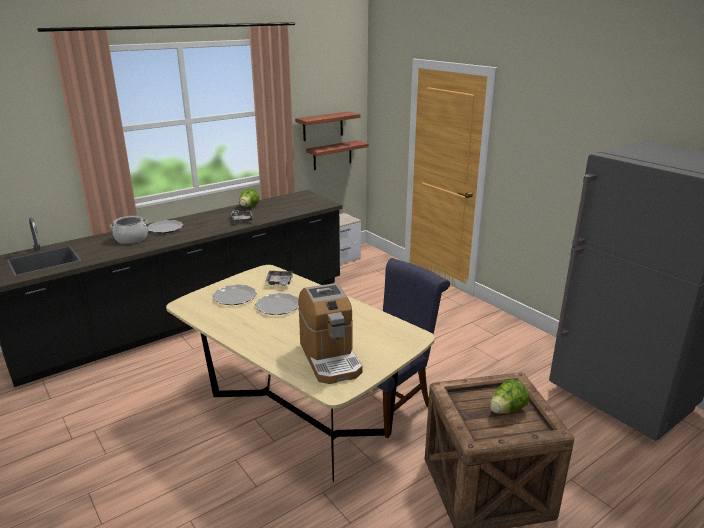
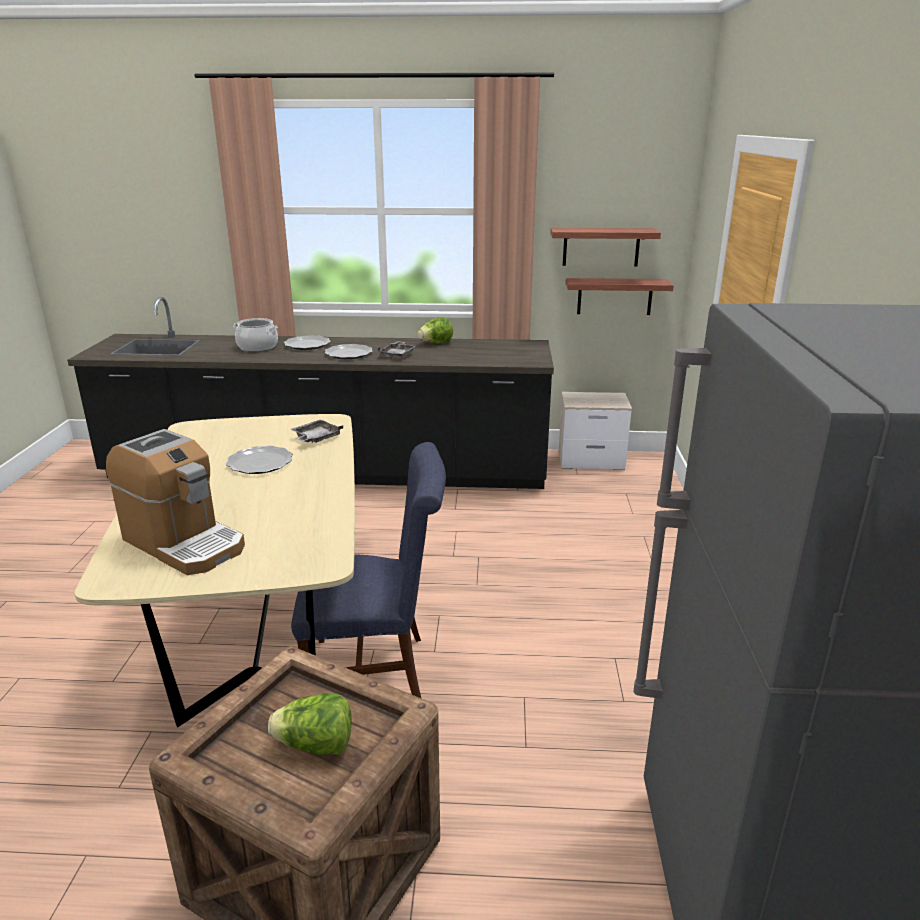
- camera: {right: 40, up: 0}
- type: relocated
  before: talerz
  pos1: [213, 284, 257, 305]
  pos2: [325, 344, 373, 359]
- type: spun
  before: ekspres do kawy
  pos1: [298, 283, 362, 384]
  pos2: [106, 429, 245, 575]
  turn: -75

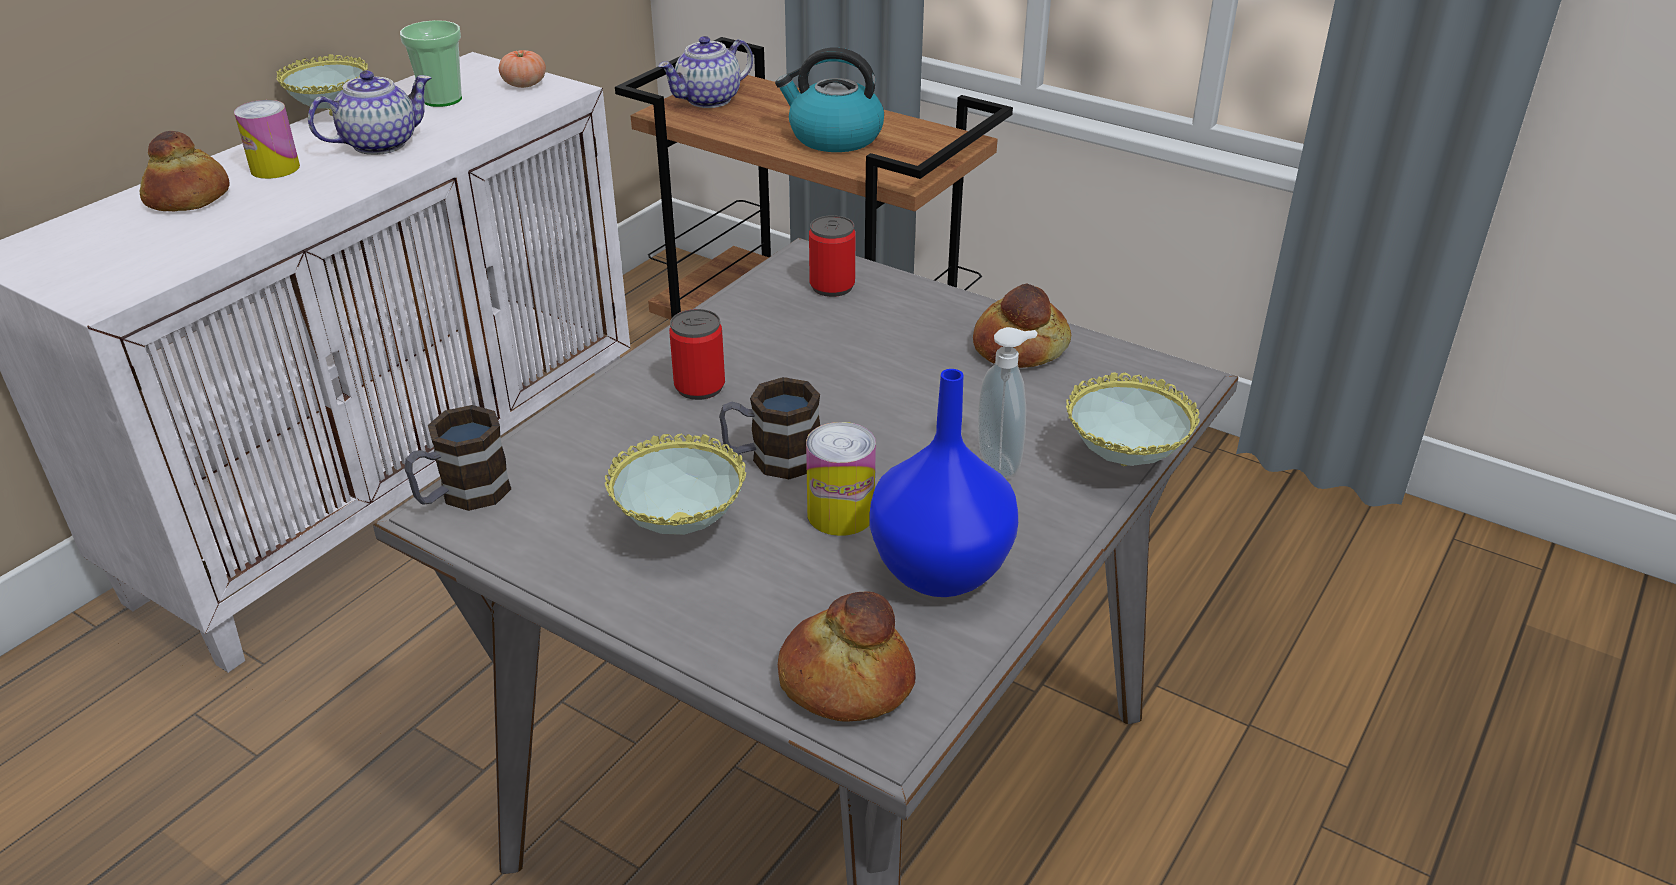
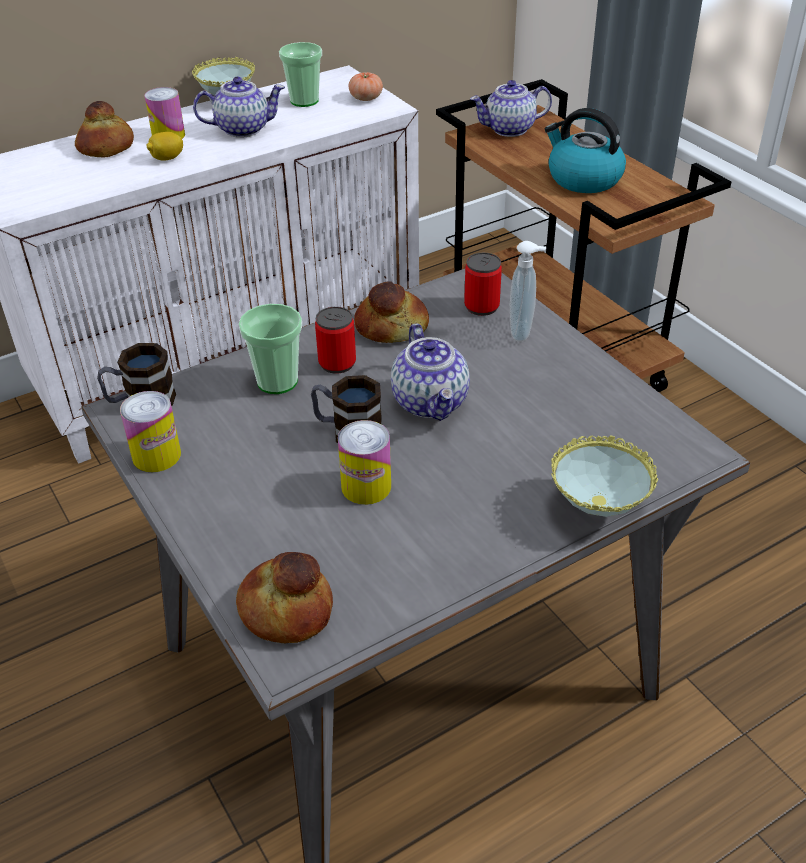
- camera: {right: 25, up: 5}
- type: missing
  before: miska
  pos1: [605, 434, 746, 535]
- type: missing
  before: wazon/niebieski
  pos1: [869, 369, 1018, 597]
- type: appeared
  after: puszka
  pos2: [120, 391, 181, 472]
- type: appeared
  after: cytryna
  pos2: [146, 132, 183, 161]
- type: appeared
  after: filiżanka
  pos2: [239, 304, 302, 394]
- type: appeared
  after: imbryk
  pos2: [391, 323, 470, 421]
- type: relocated
  before: chleb
  pos1: [973, 283, 1071, 368]
  pos2: [354, 281, 429, 343]
- type: relocated
  before: dozownik mydła
  pos1: [978, 327, 1038, 478]
  pos2: [510, 241, 546, 342]

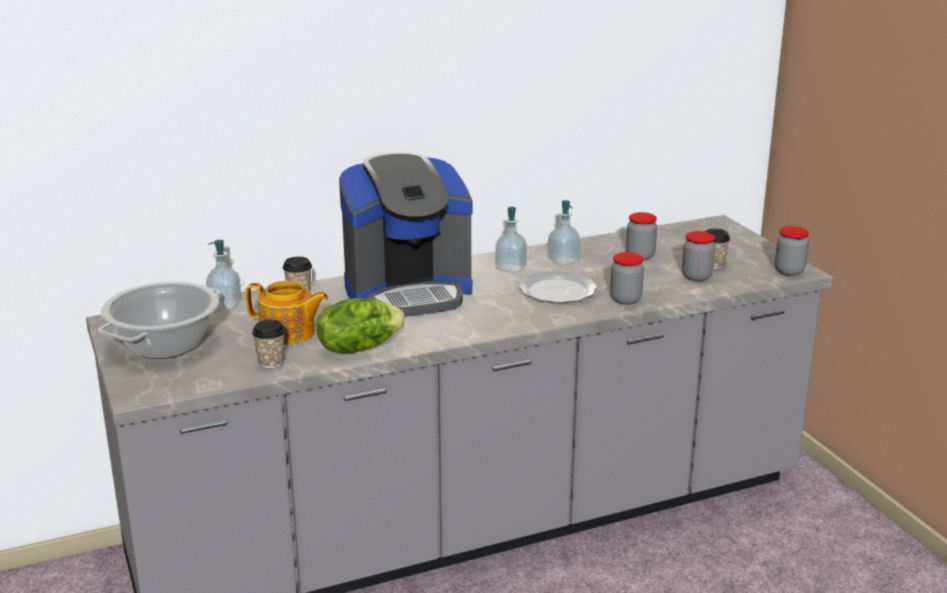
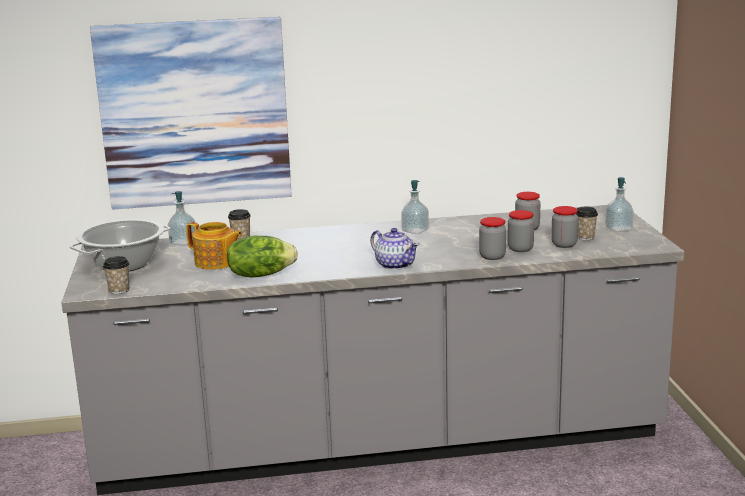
- camera: {right: 15, up: -5}
- type: missing
  before: ekspres do kawy
  pos1: [339, 152, 472, 317]
- type: missing
  before: talerz
  pos1: [519, 271, 597, 303]
- type: appeared
  after: obraz
  pos2: [90, 17, 292, 210]
- type: appeared
  after: imbryk
  pos2: [370, 228, 419, 270]
- type: relocated
  before: filiżanka
  pos1: [252, 320, 286, 368]
  pos2: [103, 256, 129, 294]
- type: relocated
  before: dozownik mydła
  pos1: [548, 200, 581, 266]
  pos2: [605, 177, 634, 232]
- type: relocated
  before: słoik
  pos1: [775, 226, 809, 276]
  pos2: [507, 210, 534, 252]

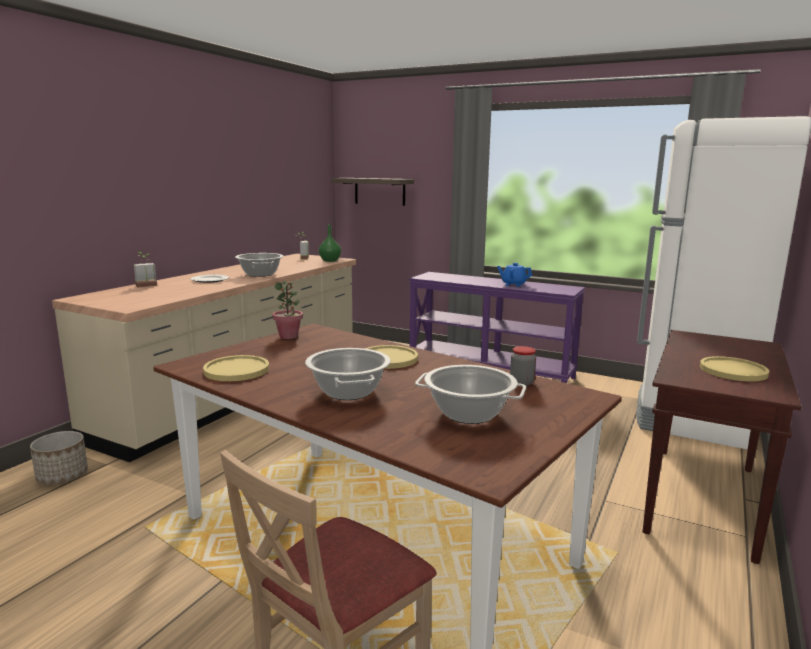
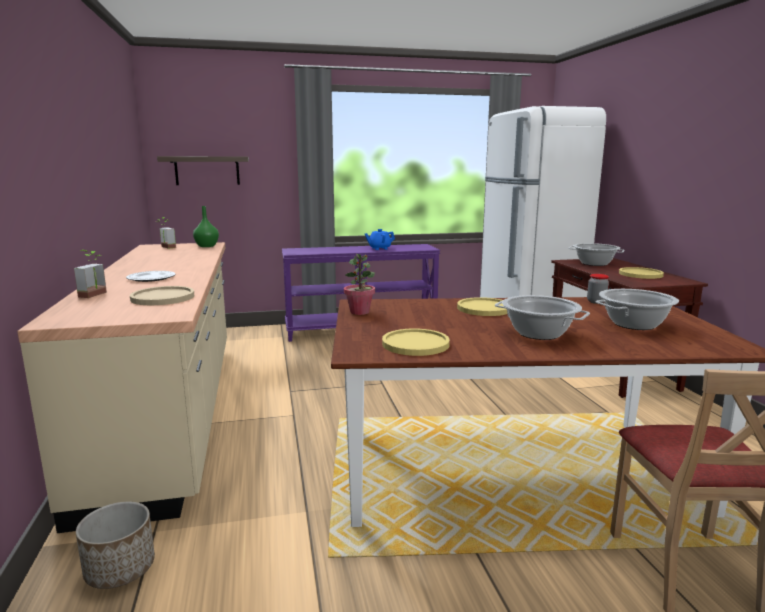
- camera: {right: -40, up: 0}
- type: appeared
  after: talerz/beżowy
  pos2: [130, 286, 194, 305]
- type: relocated
  before: garnek
  pos1: [235, 253, 283, 277]
  pos2: [568, 243, 624, 266]

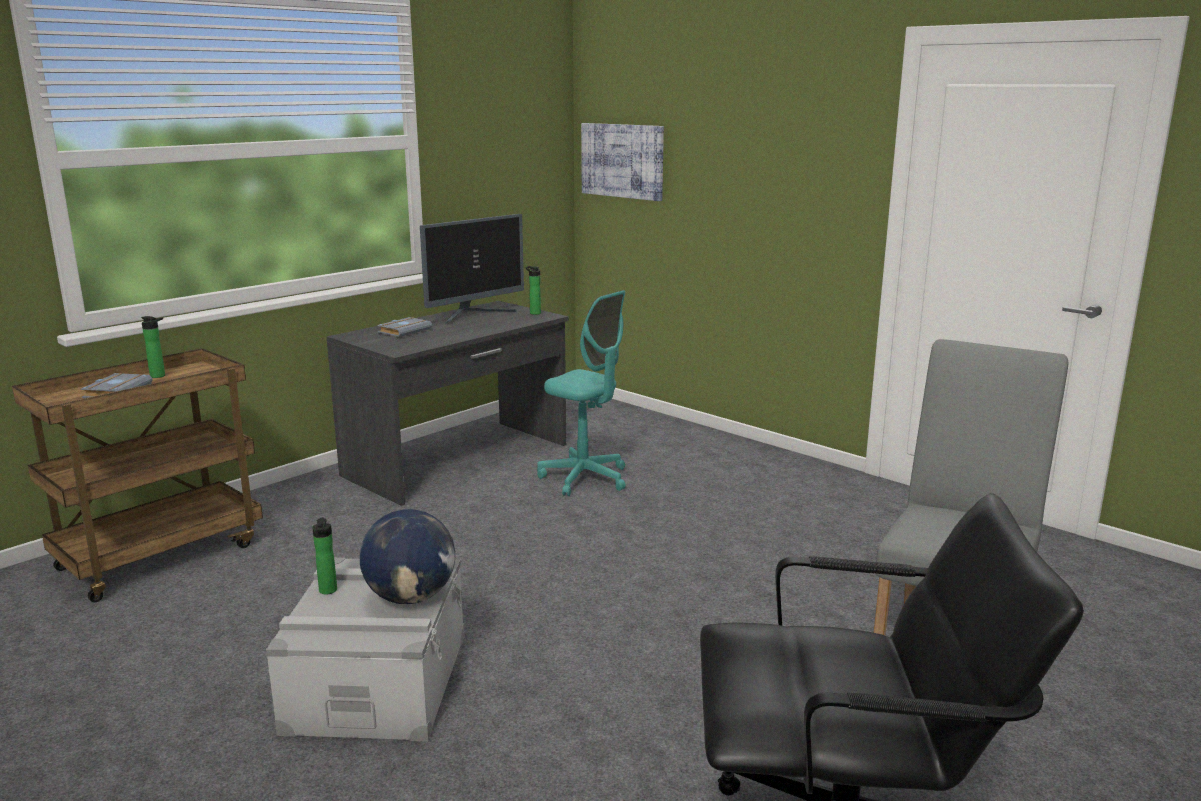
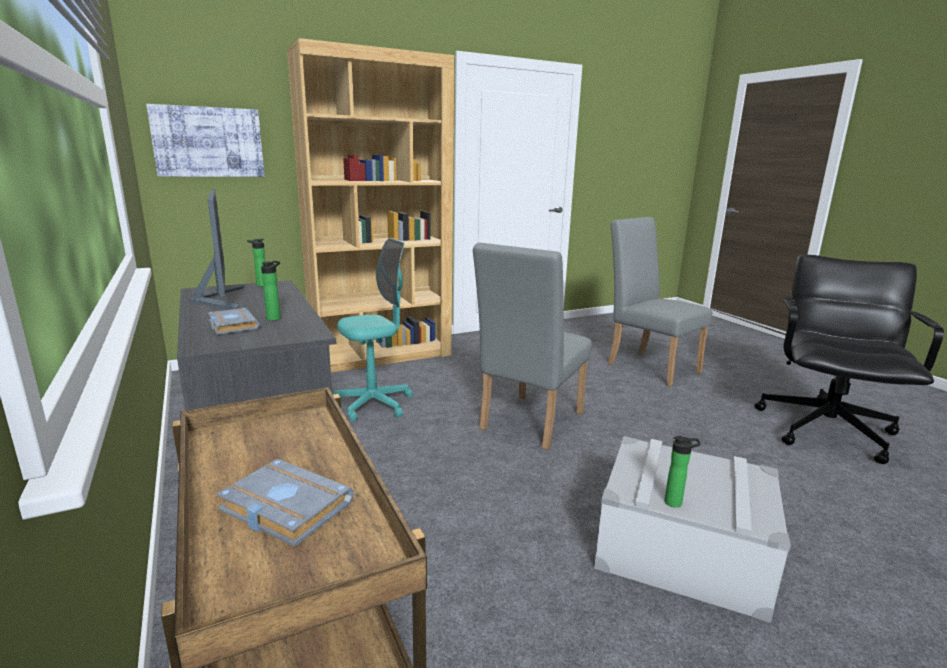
- camera: {right: -70, up: 0}
- type: missing
  before: globus
  pos1: [360, 509, 455, 604]
- type: appeared
  after: regał/brązowy
  pos2: [287, 38, 454, 372]
- type: appeared
  after: krzesło/szary
  pos2: [473, 242, 592, 450]
- type: relocated
  before: butelka
  pos1: [141, 316, 165, 378]
  pos2: [261, 261, 281, 321]

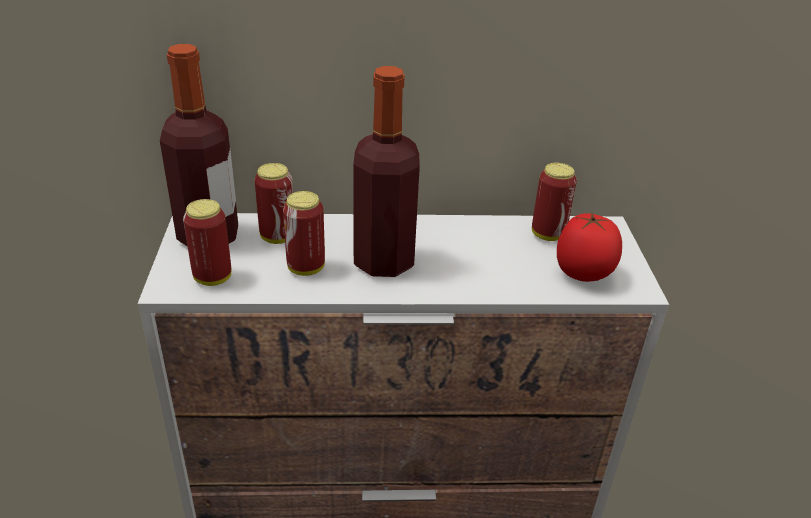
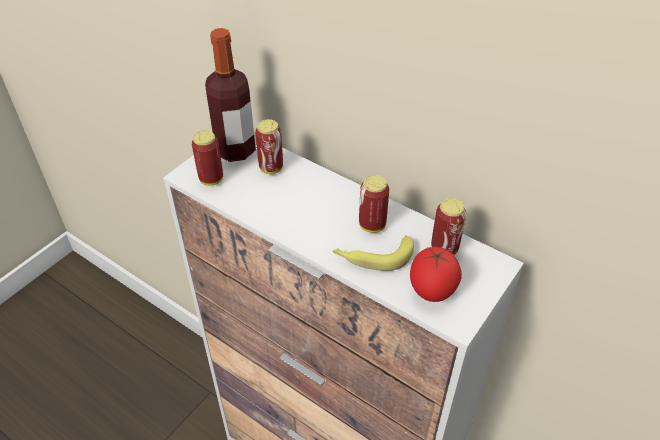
- camera: {right: 40, up: 10}
- type: missing
  before: butelka
  pos1: [353, 66, 420, 277]
- type: appeared
  after: banan
  pos2: [332, 235, 414, 271]
- type: relocated
  before: puszka
  pos1: [283, 191, 325, 276]
  pos2: [359, 175, 389, 233]

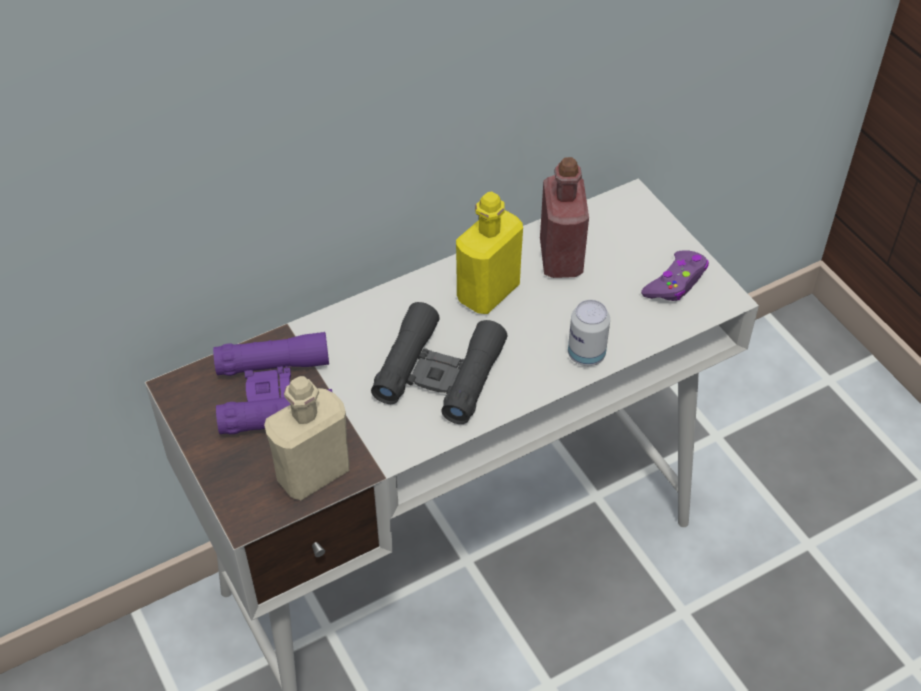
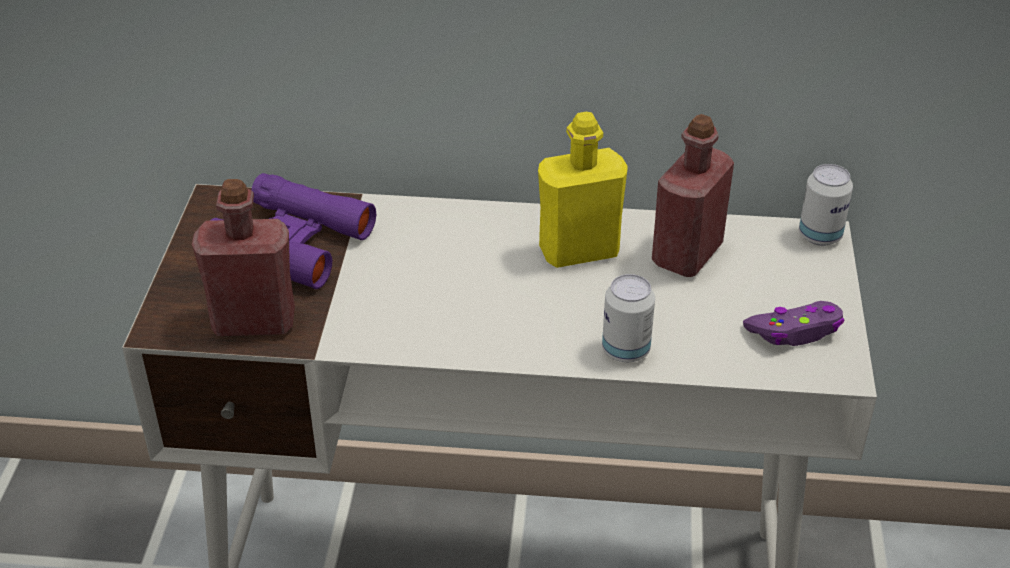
- camera: {right: 35, up: -10}
- type: missing
  before: lornetka/czarny
  pos1: [371, 302, 507, 424]
- type: appeared
  after: puszka
  pos2: [799, 164, 853, 246]
- type: colour
  before: butelka/beżowy
  after: butelka/czerwony
  pos1: [264, 376, 349, 500]
  pos2: [192, 179, 295, 336]

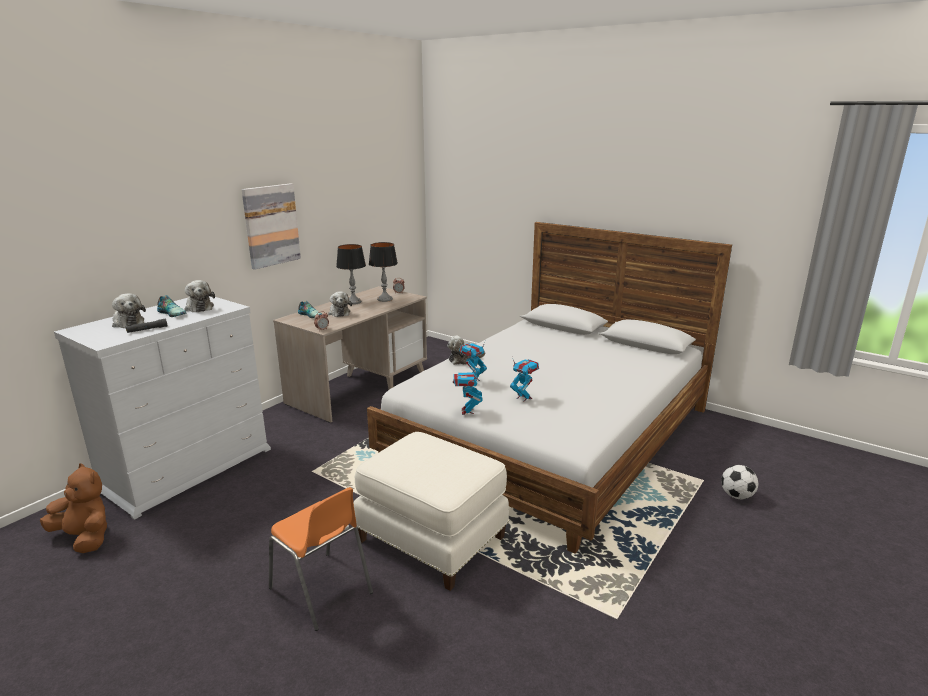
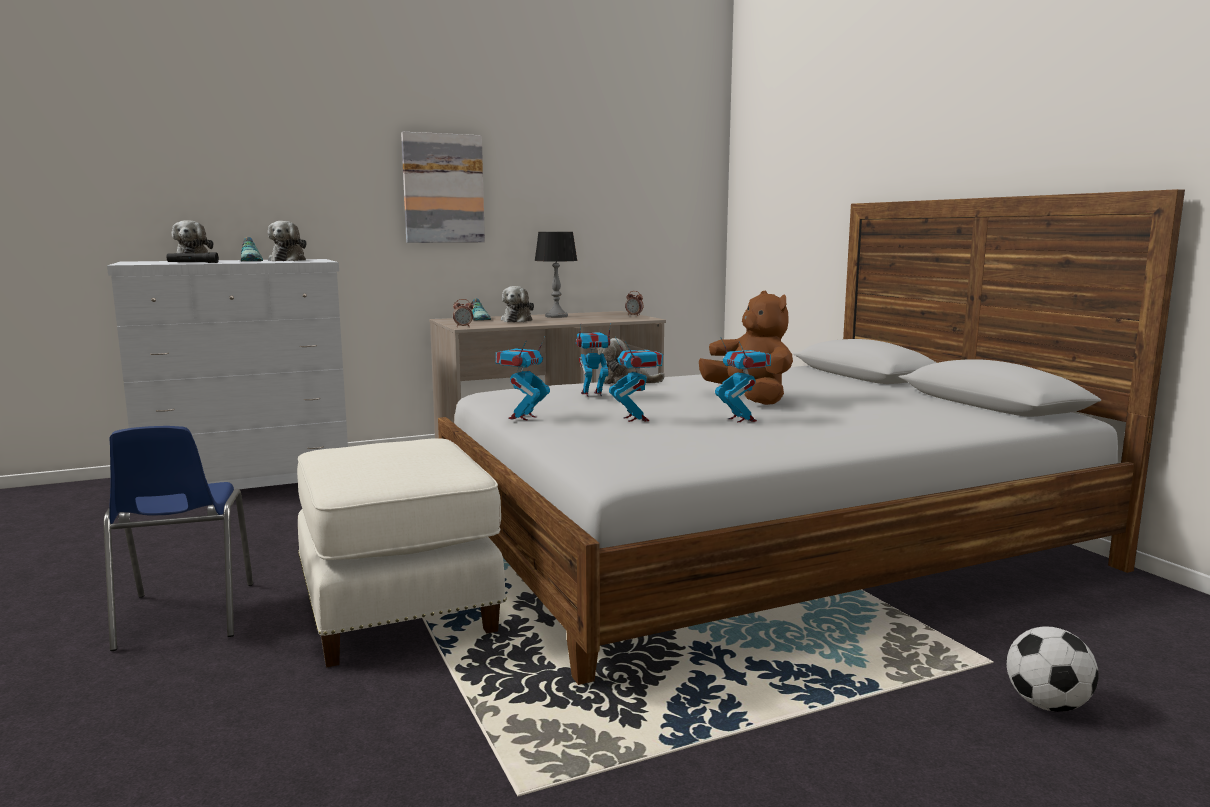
- camera: {right: 30, up: -10}
- type: missing
  before: lampa stołowa
  pos1: [369, 242, 398, 302]
- type: appeared
  after: robot zabawkowy
  pos2: [715, 337, 771, 423]
- type: relocated
  before: pluszak/brązowy
  pos1: [40, 463, 107, 553]
  pos2: [699, 290, 793, 405]
- type: colour
  before: krzesło/pomarańczowy
  after: krzesło/niebieski
  pos1: [269, 487, 373, 631]
  pos2: [103, 426, 253, 651]

